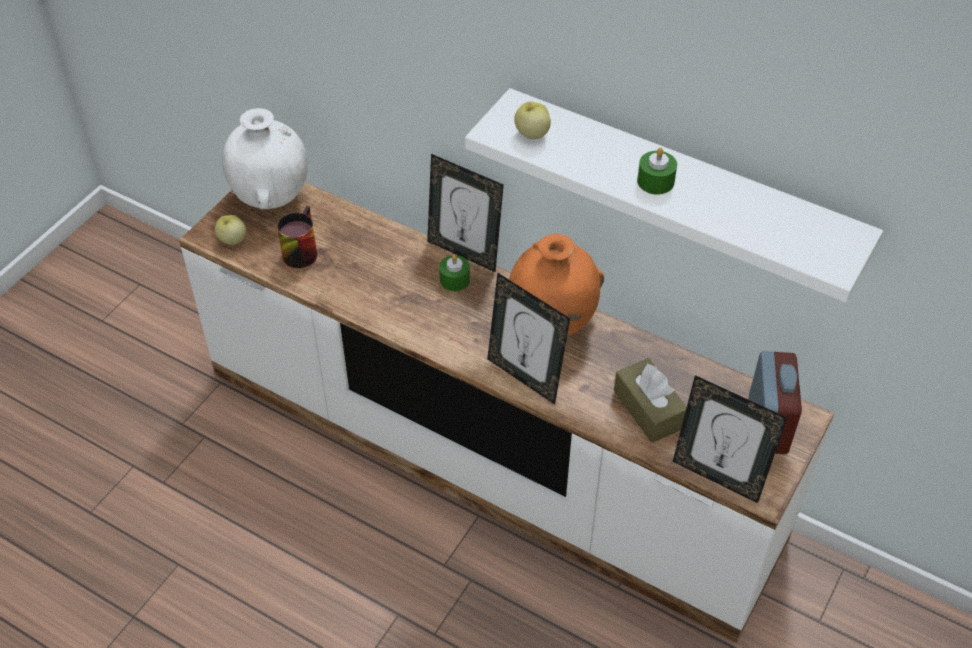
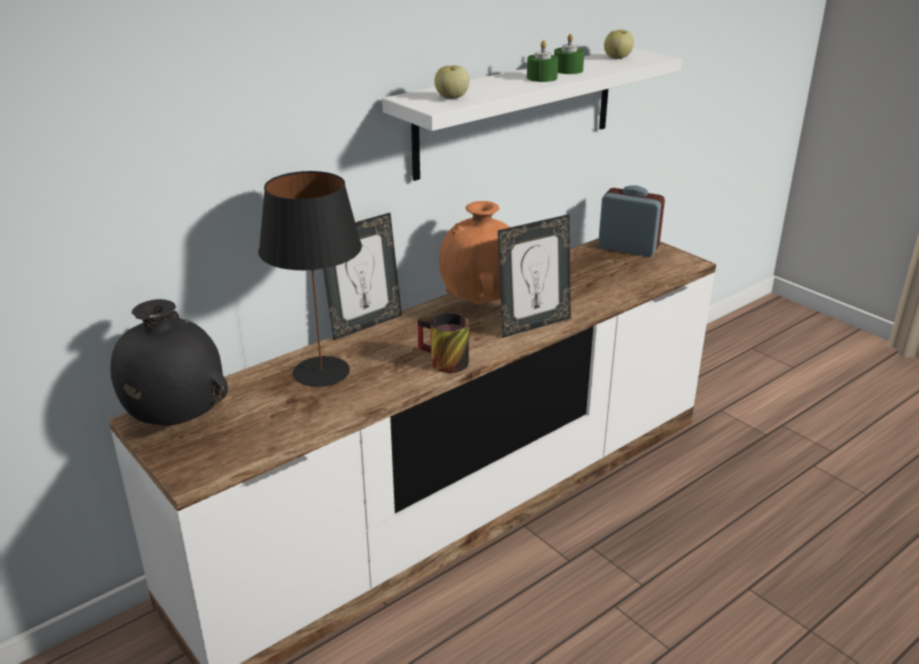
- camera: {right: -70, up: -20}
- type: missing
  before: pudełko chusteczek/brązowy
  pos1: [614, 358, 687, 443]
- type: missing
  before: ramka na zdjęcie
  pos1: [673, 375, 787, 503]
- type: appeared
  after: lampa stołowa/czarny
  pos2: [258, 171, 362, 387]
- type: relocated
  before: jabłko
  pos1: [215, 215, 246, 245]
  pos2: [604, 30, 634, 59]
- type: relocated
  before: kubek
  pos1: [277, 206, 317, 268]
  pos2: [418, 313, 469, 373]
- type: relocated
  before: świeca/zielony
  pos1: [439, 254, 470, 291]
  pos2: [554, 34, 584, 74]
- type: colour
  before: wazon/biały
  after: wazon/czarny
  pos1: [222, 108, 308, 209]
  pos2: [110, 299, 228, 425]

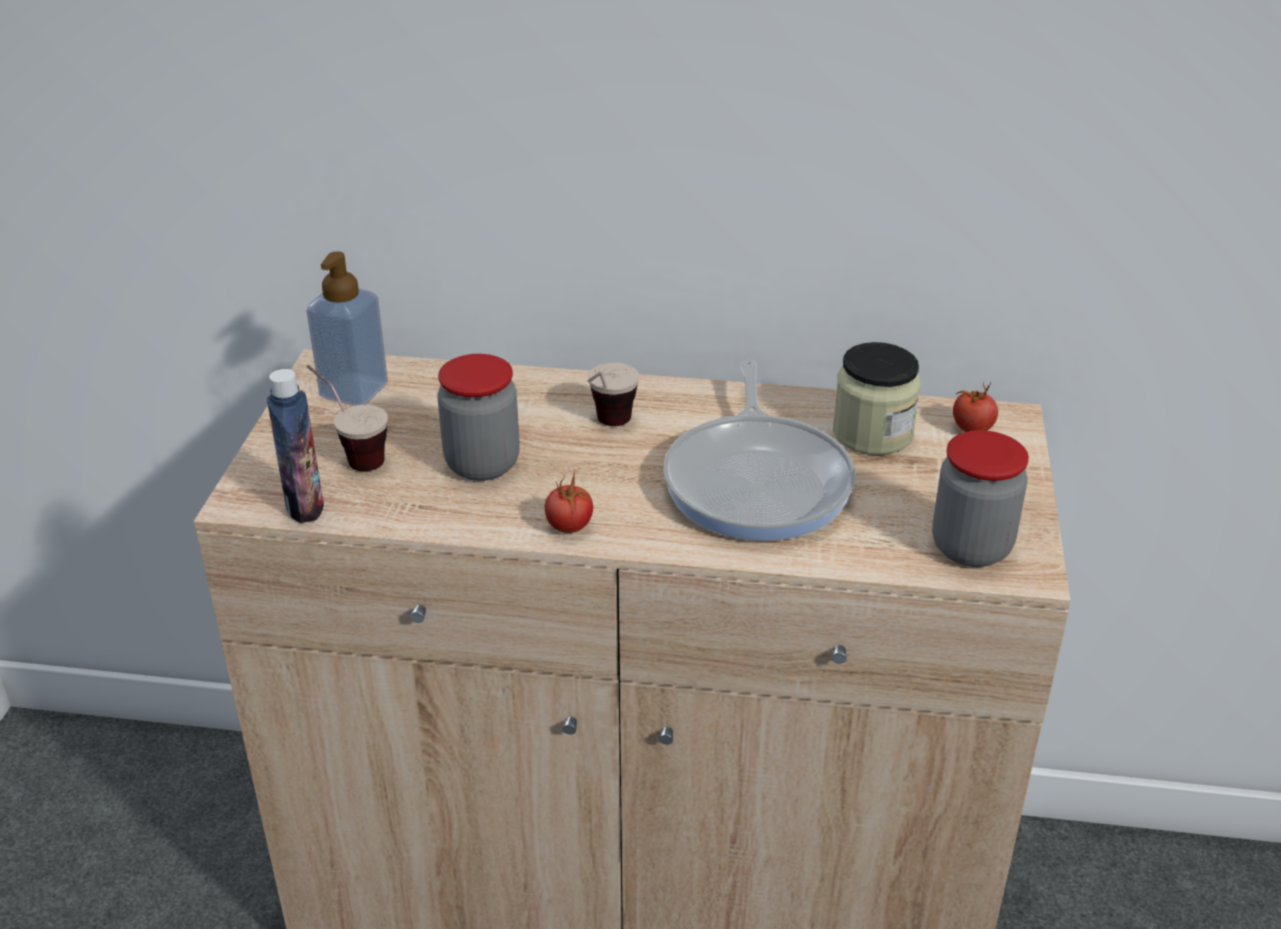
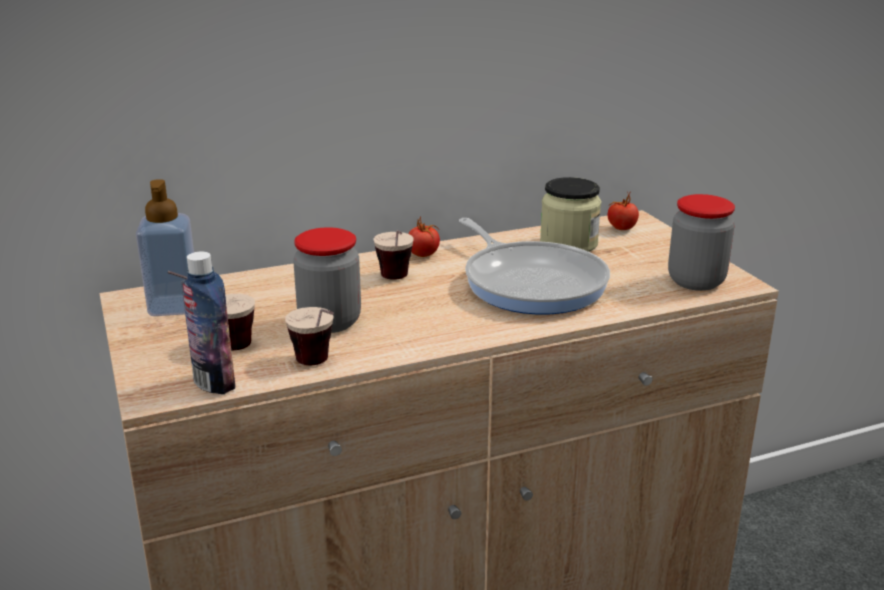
- camera: {right: -30, up: -10}
- type: appeared
  after: filiżanka
  pos2: [285, 307, 334, 365]
- type: relocated
  before: pomidor
  pos1: [545, 472, 593, 533]
  pos2: [409, 216, 440, 257]

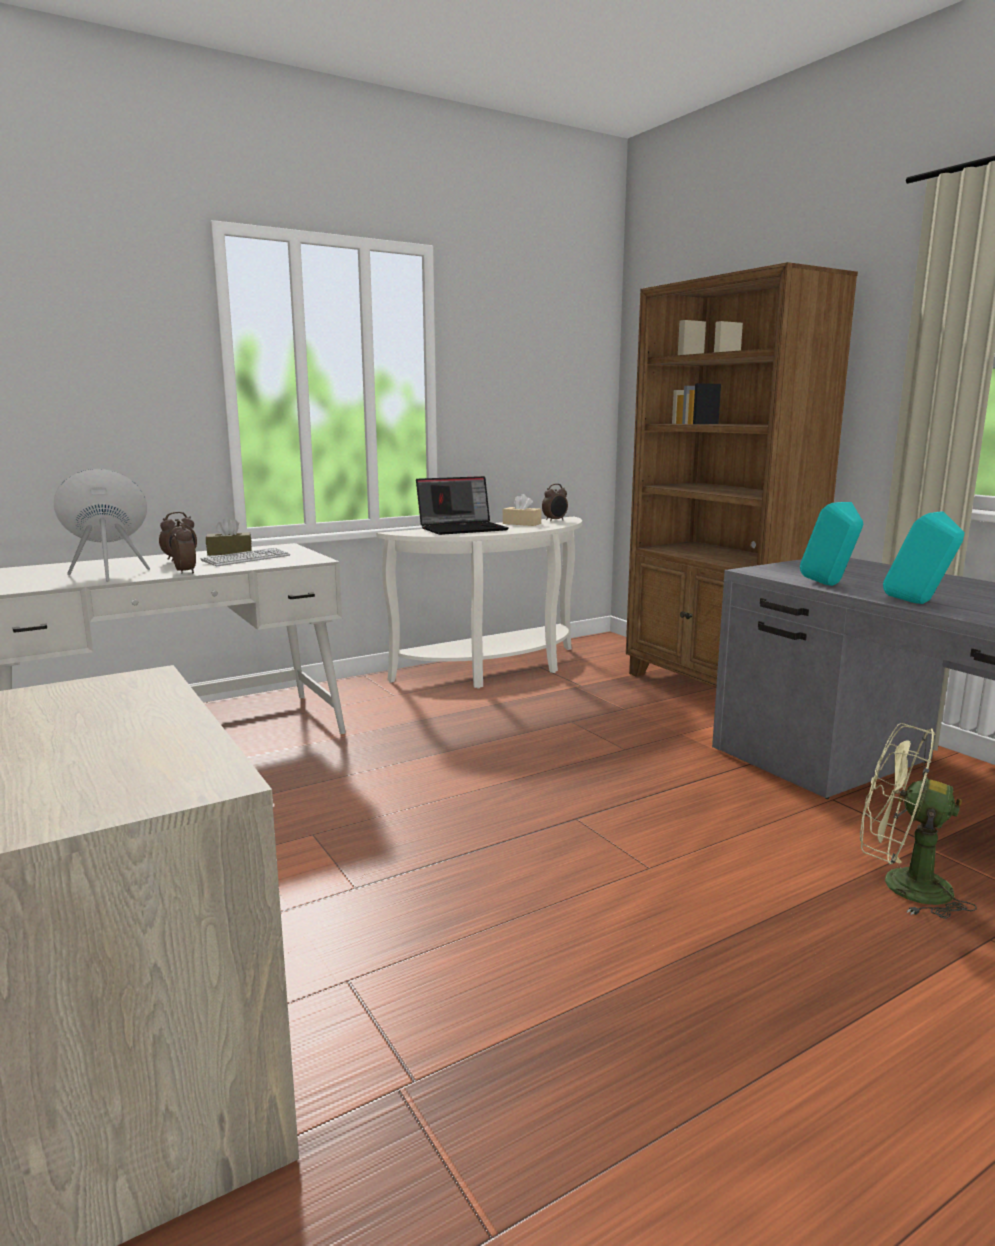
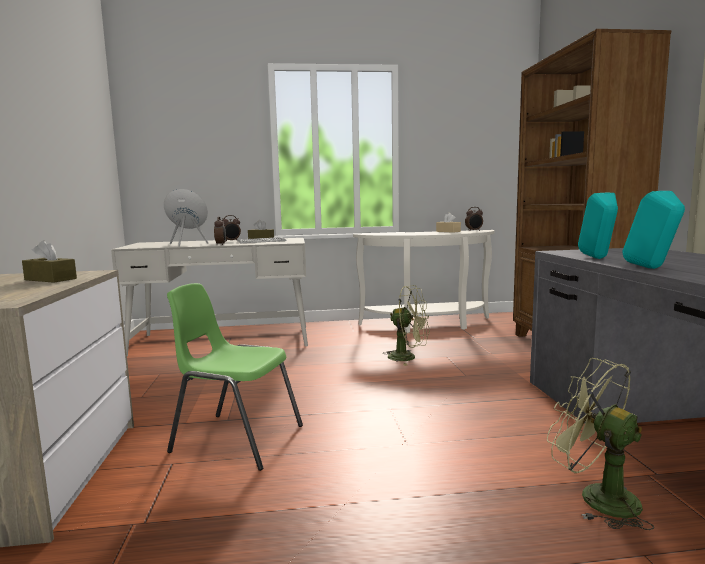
- camera: {right: 25, up: -5}
- type: missing
  before: laptop
  pos1: [416, 476, 509, 535]
- type: appeared
  after: pudełko chusteczek/brązowy
  pos2: [22, 240, 77, 283]
- type: appeared
  after: krzesło/zielony
  pos2: [167, 283, 303, 471]
- type: appeared
  after: wentylator/zielony
  pos2: [382, 285, 429, 366]

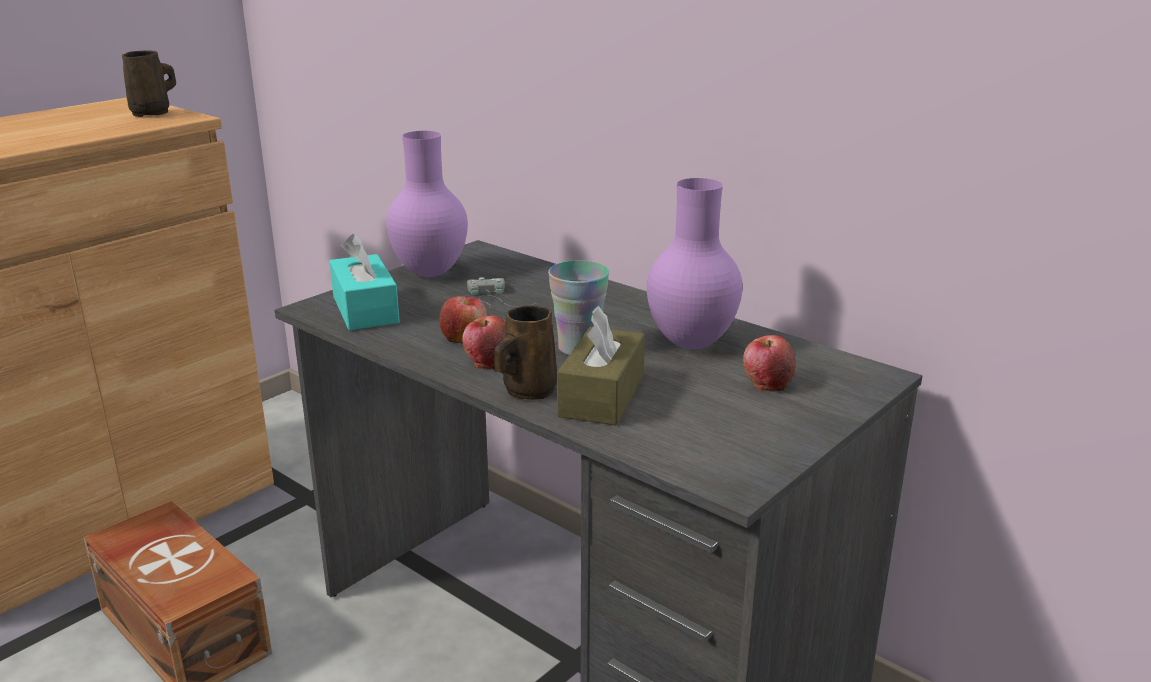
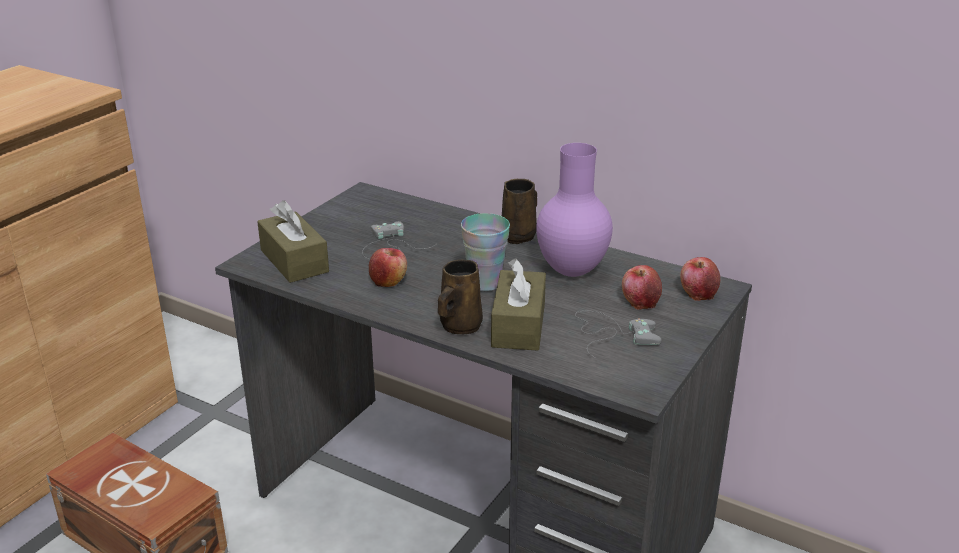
- camera: {right: -10, up: 5}
- type: missing
  before: wazon/fioletowy
  pos1: [386, 131, 468, 277]
- type: appeared
  after: pad do gier/szary
  pos2: [575, 311, 661, 359]
- type: relocated
  before: kubek/brązowy
  pos1: [122, 50, 176, 117]
  pos2: [502, 179, 537, 244]
- type: relocated
  before: jabłko
  pos1: [462, 316, 506, 369]
  pos2: [680, 257, 720, 301]
- type: colour
  before: pudełko chusteczek/turkusowy
  after: pudełko chusteczek/brązowy
  pos1: [330, 234, 400, 330]
  pos2: [257, 200, 329, 283]

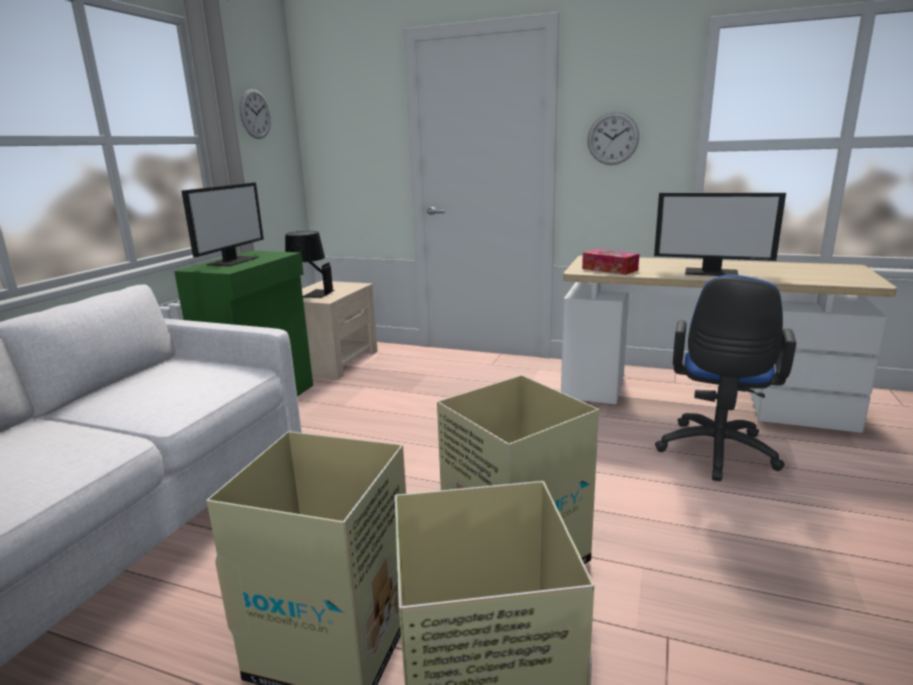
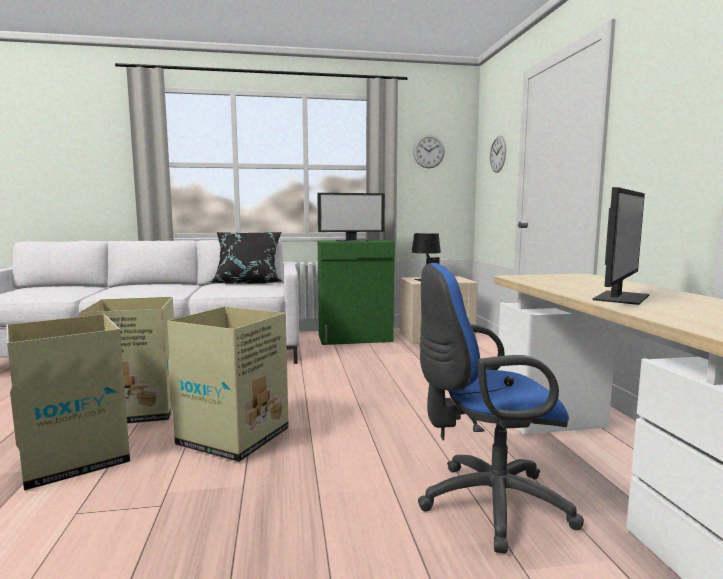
- camera: {right: 60, up: -10}
- type: missing
  before: pudełko chusteczek
  pos1: [582, 249, 639, 275]
- type: appeared
  after: poduszka/czarny
  pos2: [210, 232, 282, 284]
- type: relocated
  before: zegar ścienny
  pos1: [587, 112, 639, 165]
  pos2: [490, 136, 506, 173]
- type: spun
  before: monitor
  pos1: [654, 193, 786, 276]
  pos2: [592, 187, 649, 305]
  turn: -135

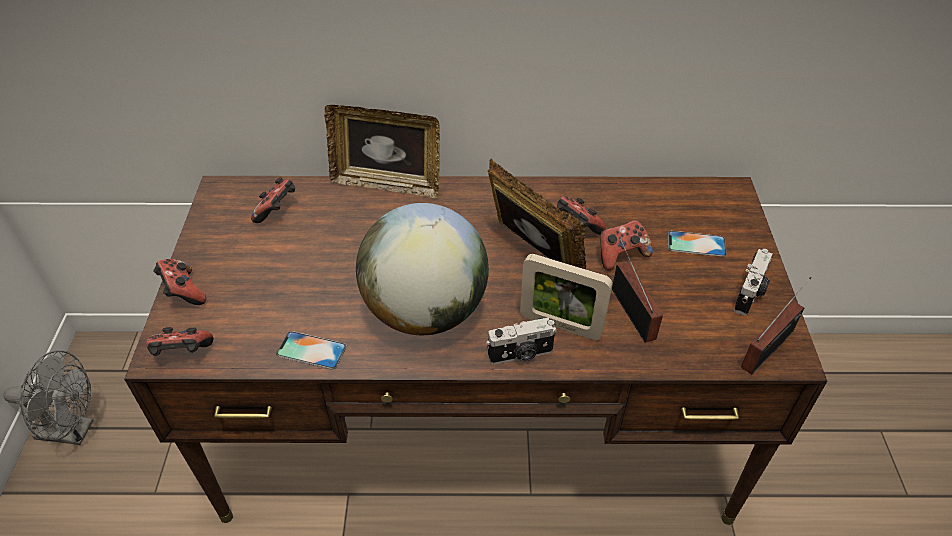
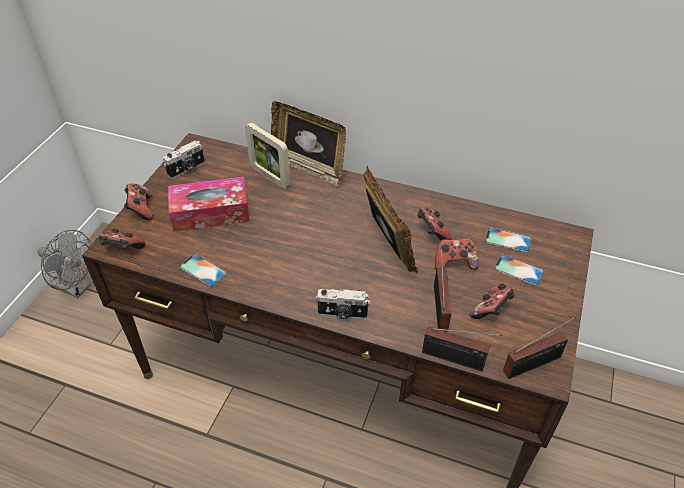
- camera: {right: 20, up: 0}
- type: missing
  before: globus
  pos1: [356, 203, 489, 335]
- type: appeared
  after: pudełko chusteczek
  pos2: [168, 177, 250, 232]
- type: appeared
  after: radio
  pos2: [422, 327, 502, 371]
- type: appeared
  after: telefon
  pos2: [485, 227, 532, 252]
- type: relocated
  before: pad do gier
  pos1: [251, 177, 295, 223]
  pos2: [470, 283, 515, 319]
- type: relocated
  before: ramka na zdjęcie
  pos1: [520, 254, 612, 340]
  pos2: [245, 122, 290, 189]
- type: relocated
  before: aparat fotograficzny
  pos1: [734, 249, 772, 316]
  pos2: [163, 140, 205, 179]

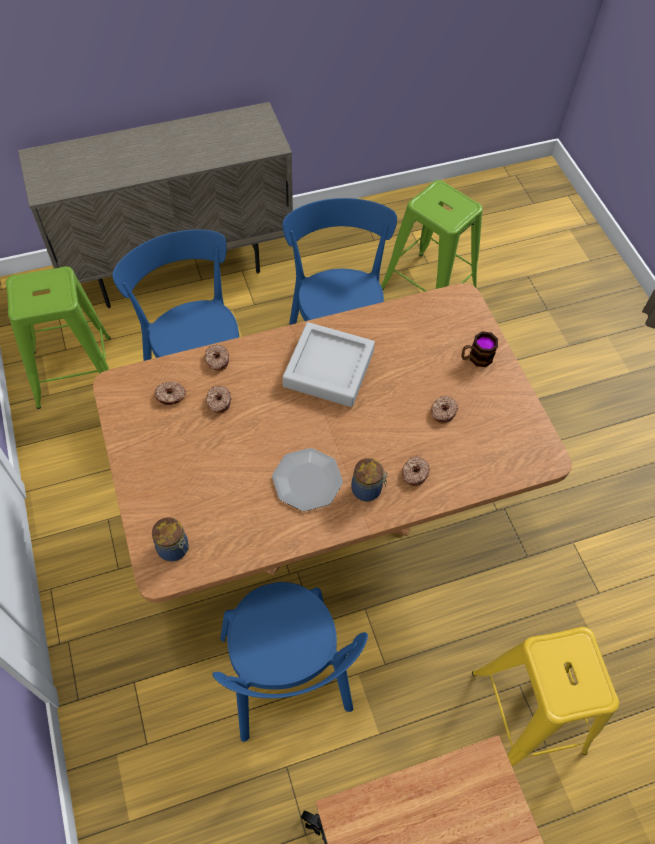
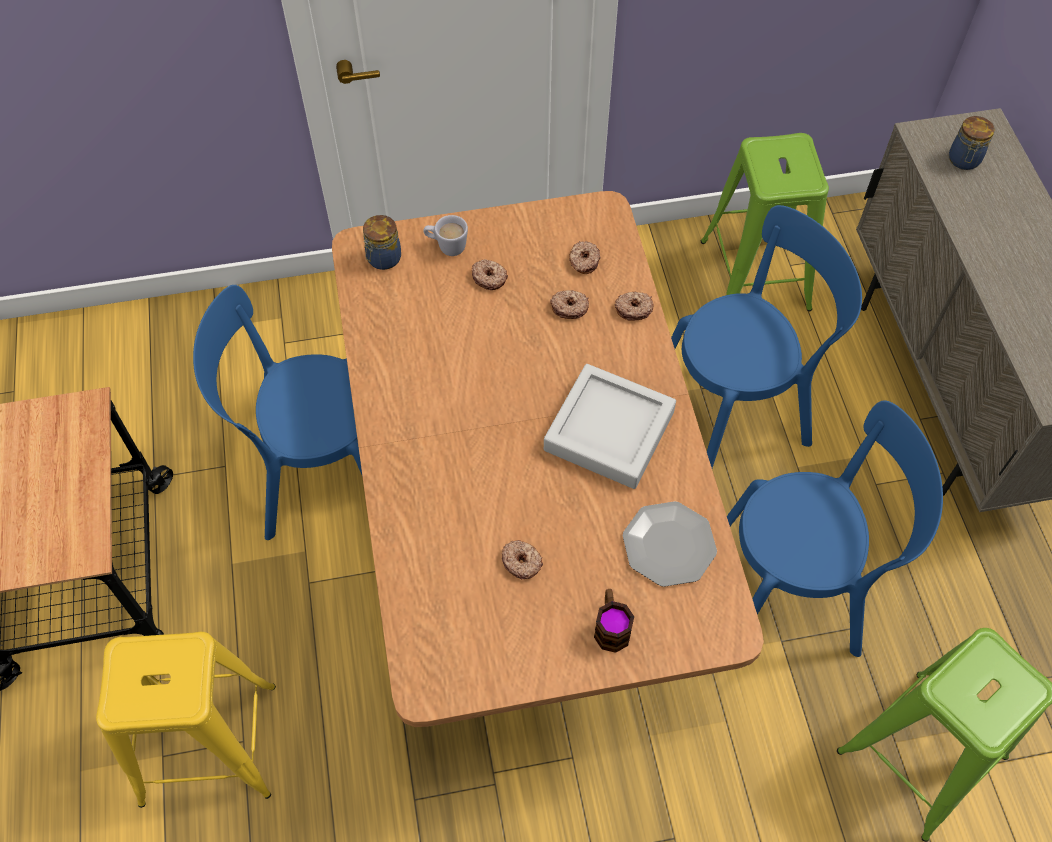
- camera: {right: 100, up: 0}
- type: appeared
  after: kubek/biały
  pos2: [423, 215, 468, 256]
- type: relocated
  before: talerz
  pos1: [272, 448, 343, 511]
  pos2: [623, 501, 717, 587]
- type: relocated
  before: słoik
  pos1: [352, 458, 388, 502]
  pos2: [949, 116, 995, 170]
- type: relocated
  before: donut
  pos1: [402, 456, 430, 486]
  pos2: [472, 259, 508, 290]

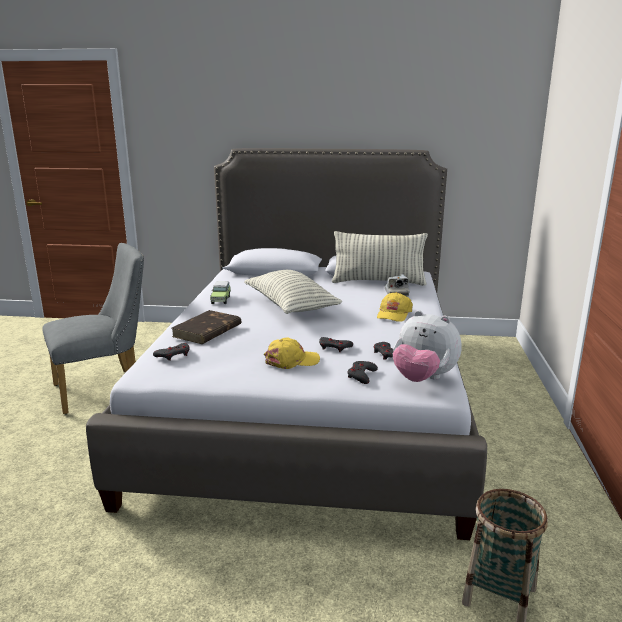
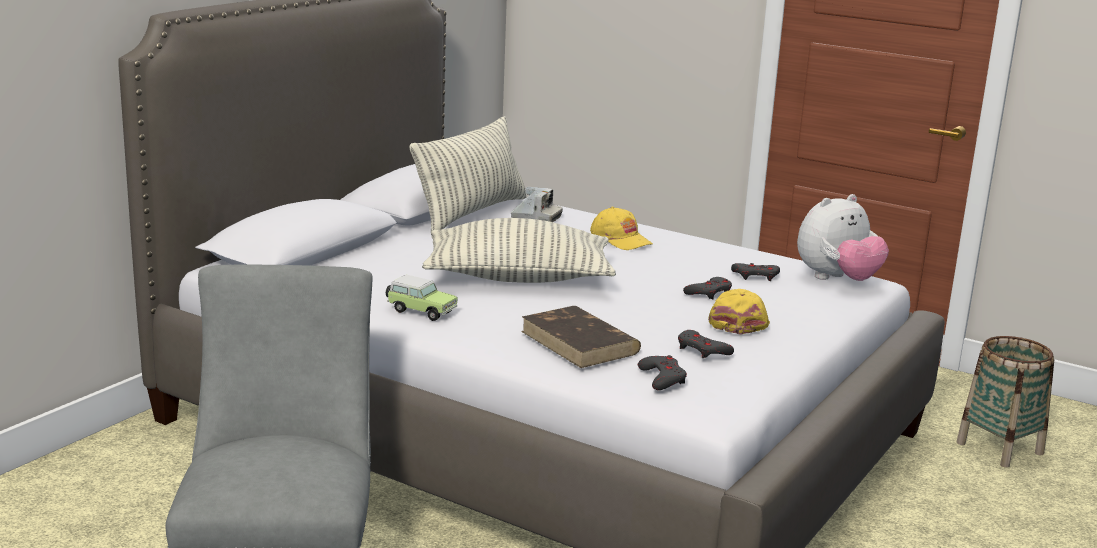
- camera: {right: -65, up: 0}
- type: relocated
  before: pad do gier/szary
  pos1: [348, 361, 378, 384]
  pos2: [678, 330, 734, 358]

